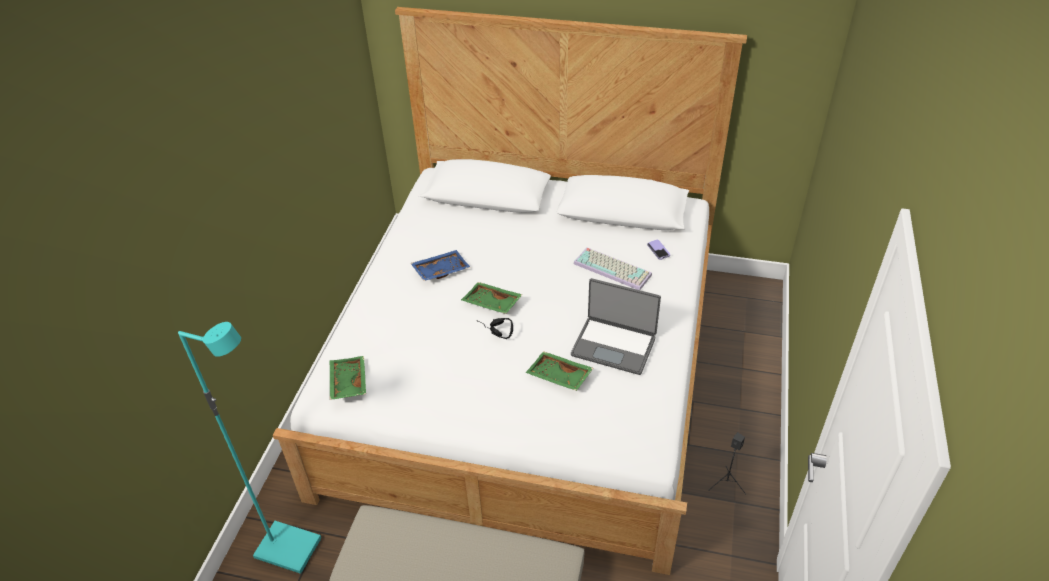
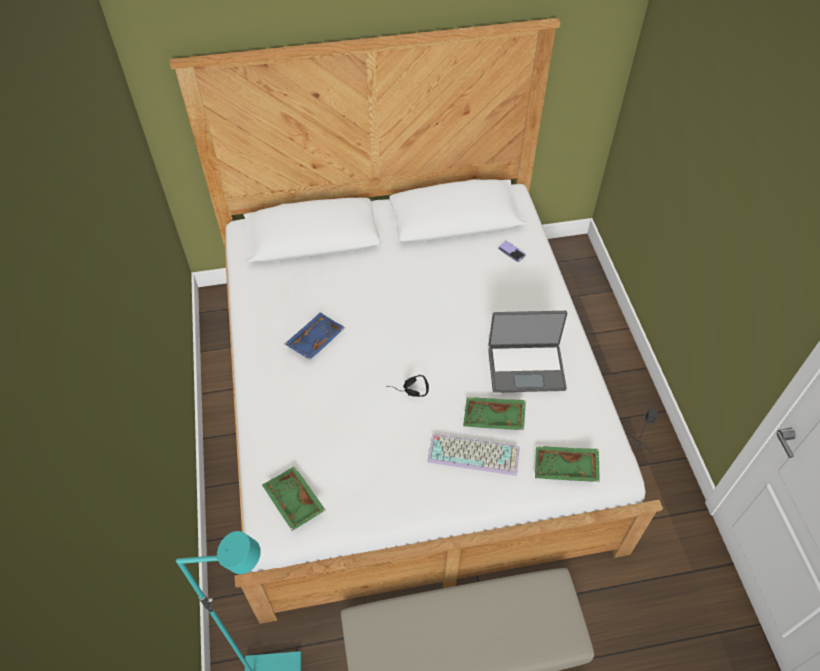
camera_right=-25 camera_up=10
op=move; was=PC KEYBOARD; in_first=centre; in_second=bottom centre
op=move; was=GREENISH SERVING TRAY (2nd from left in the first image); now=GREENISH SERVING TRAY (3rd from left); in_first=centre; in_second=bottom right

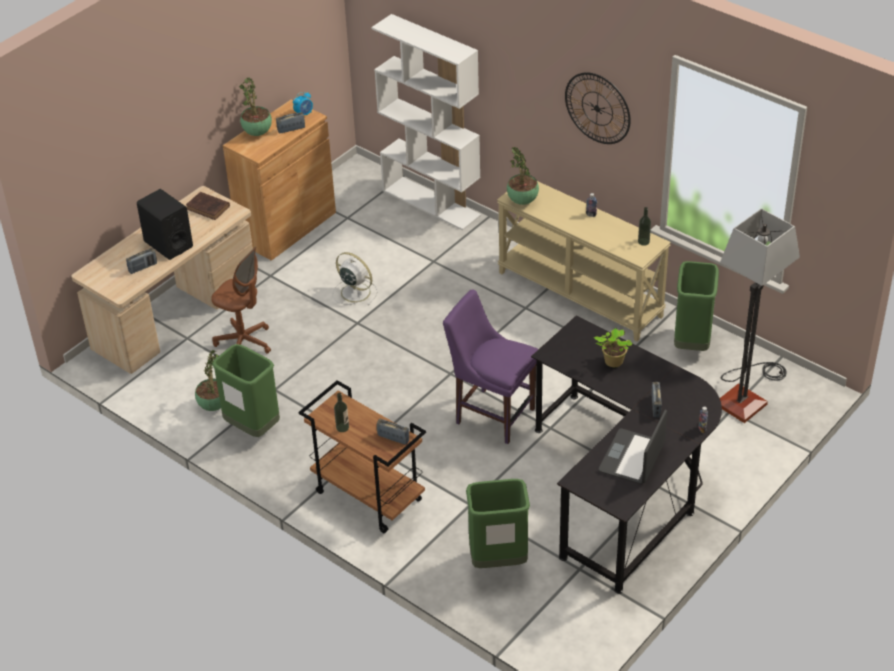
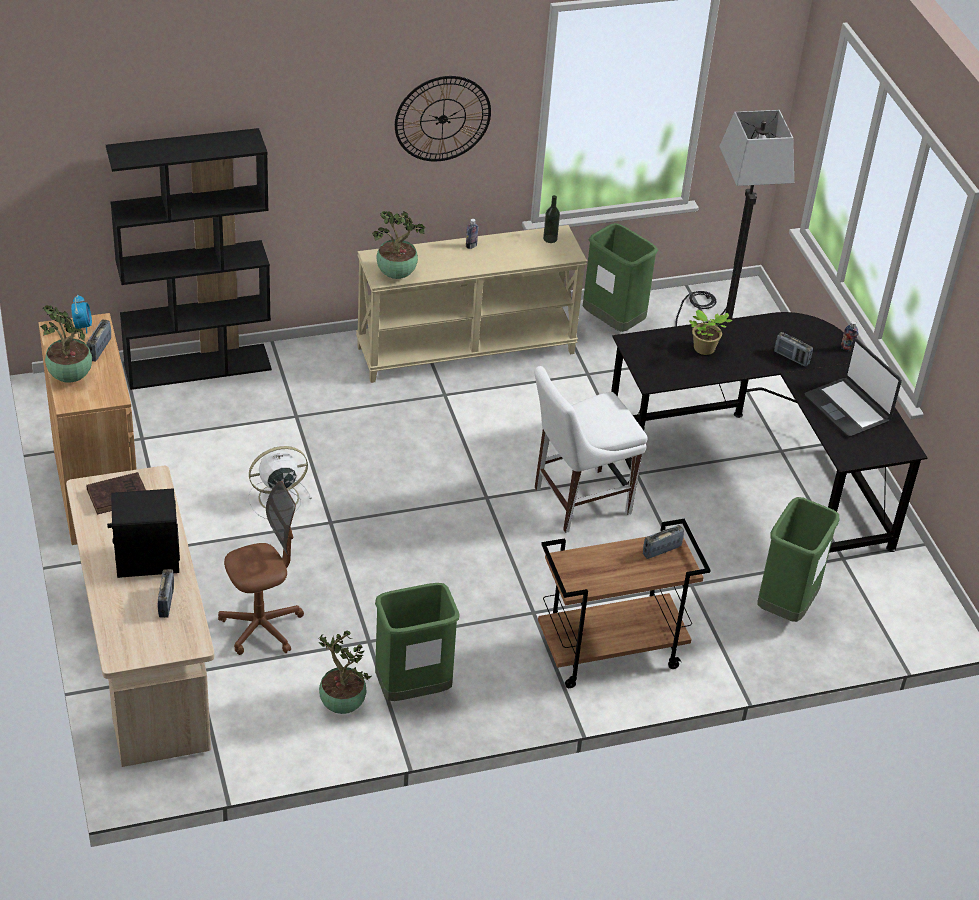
camera_right=-60 camera_up=0
op=recolor; was=WHITE-COLOURED SHELVING UNIT; now=BLACKISH SHELVING UNIT; in_first=top centre; in_second=top left
op=recolor; was=PURPLE CHAIR; now=WHITE-COLOURED CHAIR; in_first=centre; in_second=centre
op=delete; was=BEVERAGE BOTTLE (1st from left); in_first=centre

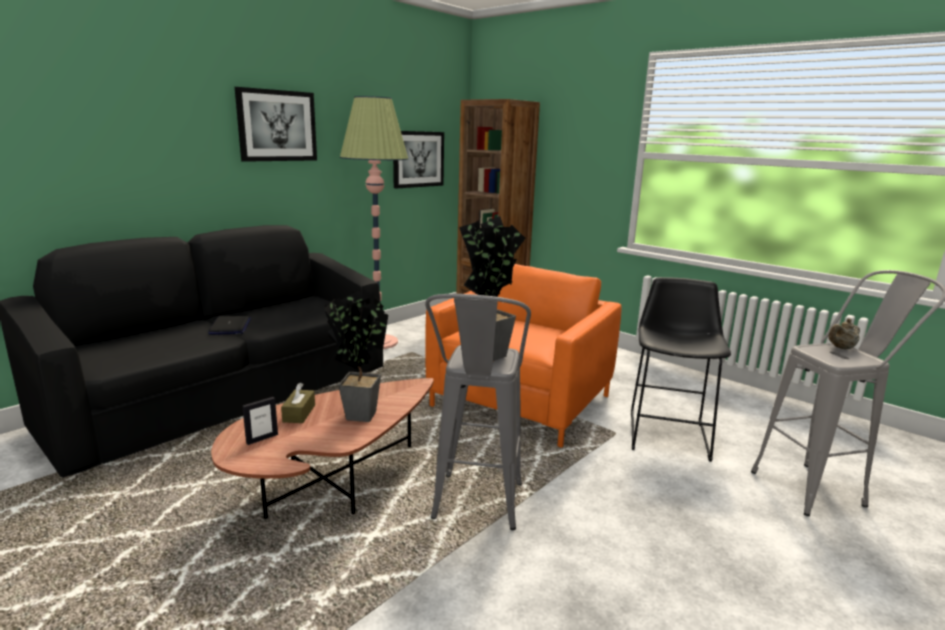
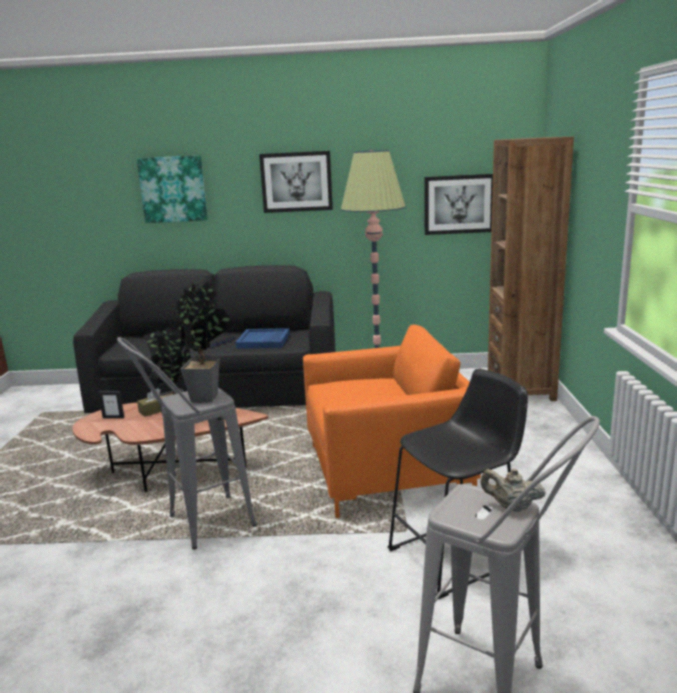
camera_right=50 camera_up=0
op=insert; now=WALL PICTURE (1st from left); in_second=top left
op=insert; now=BLUISH SERVING TRAY; in_second=centre

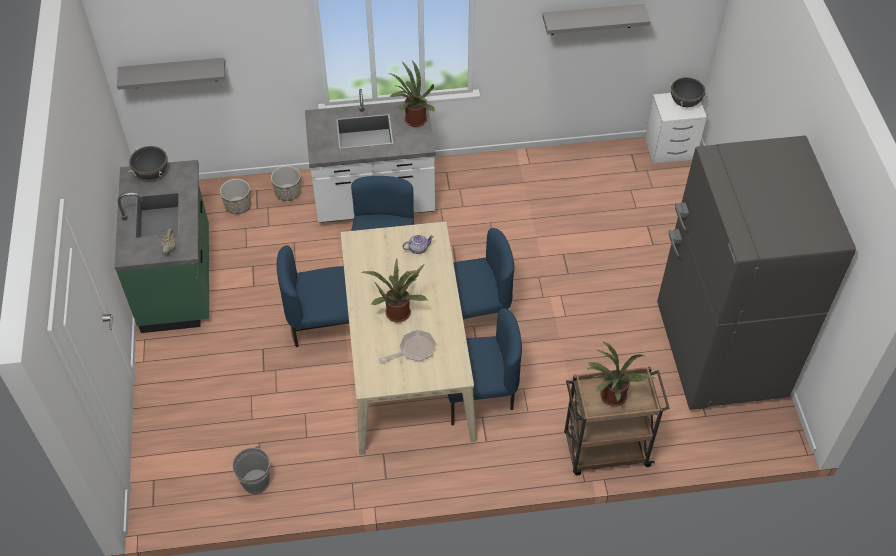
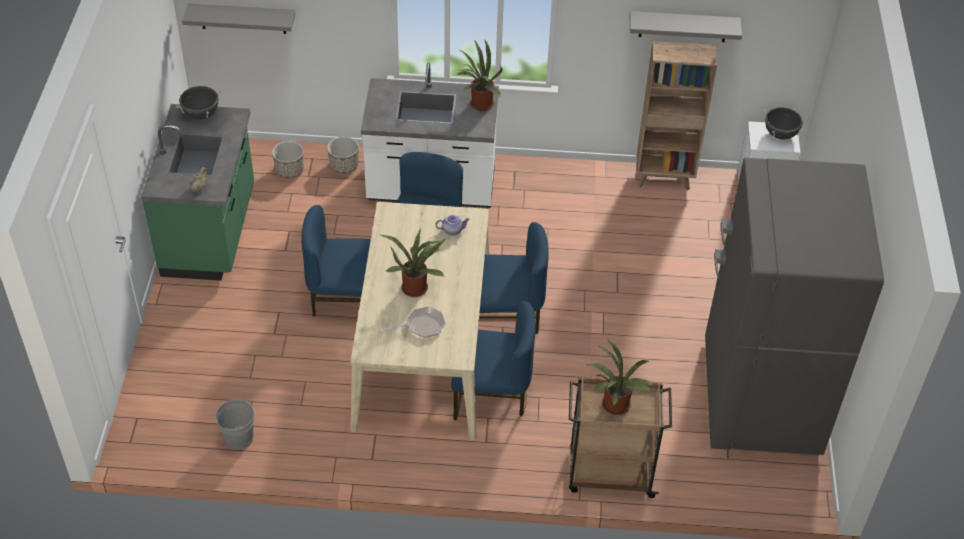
camera_right=10 camera_up=-5
op=insert; now=BROWN SHELVING UNIT; in_second=top right

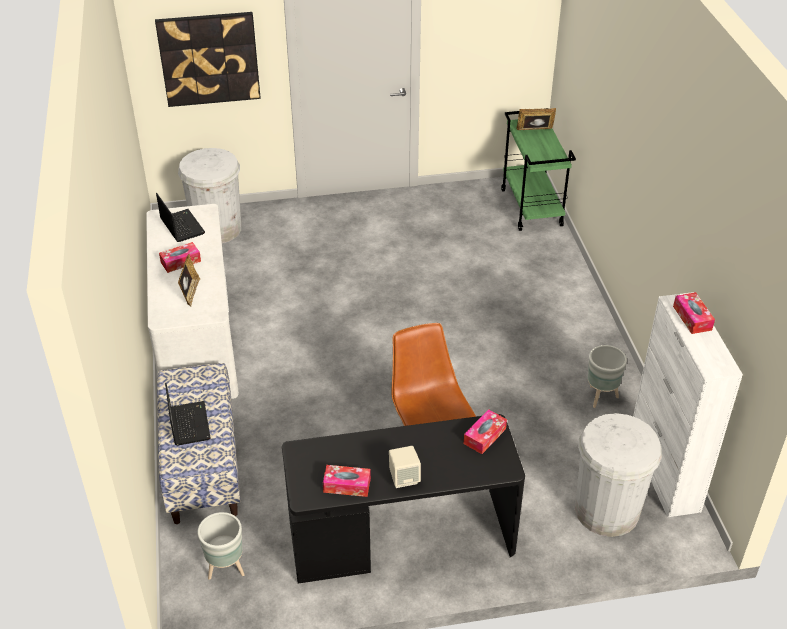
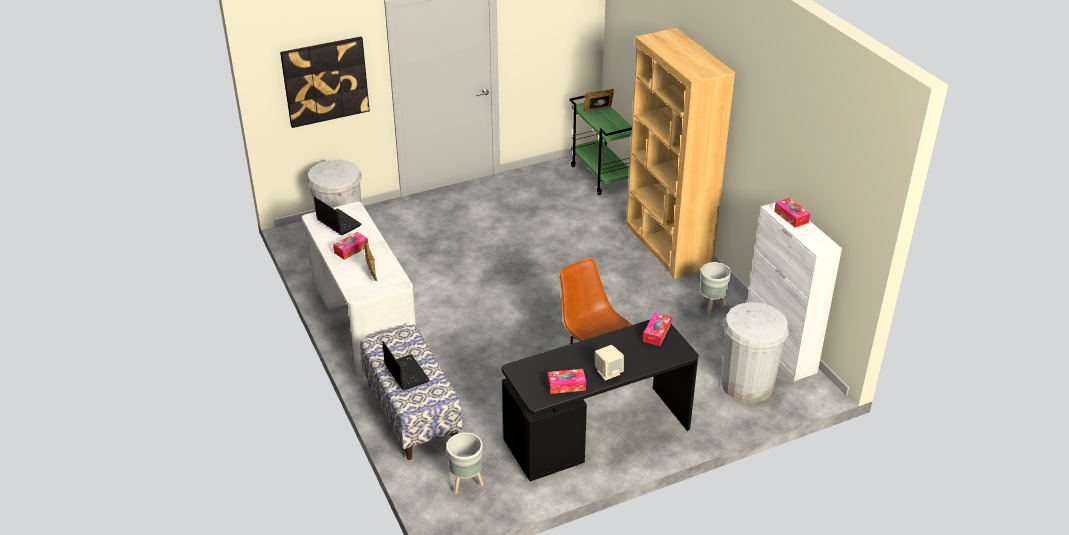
camera_right=-15 camera_up=-5
op=insert; now=BROWN SHELVING UNIT; in_second=top centre

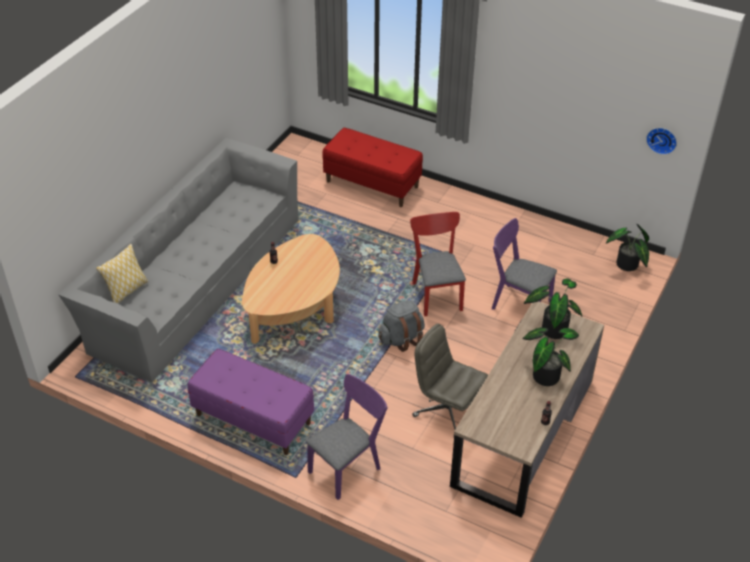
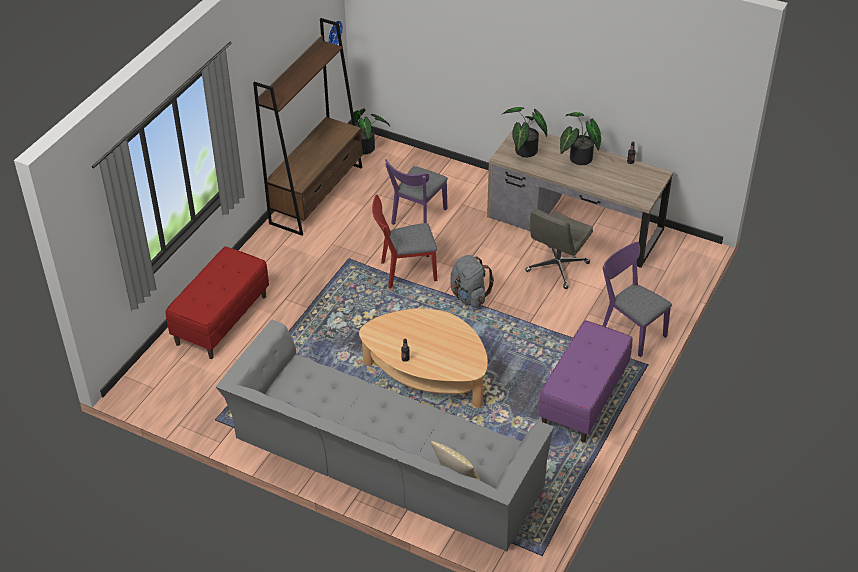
camera_right=-90 camera_up=0
op=insert; now=BROWN SHELVING UNIT; in_second=top centre

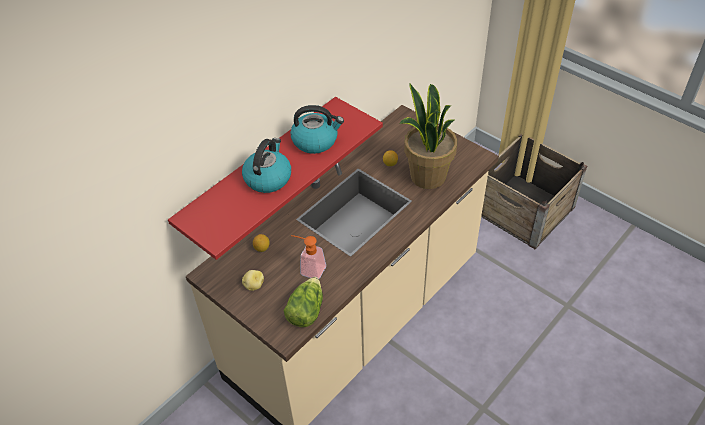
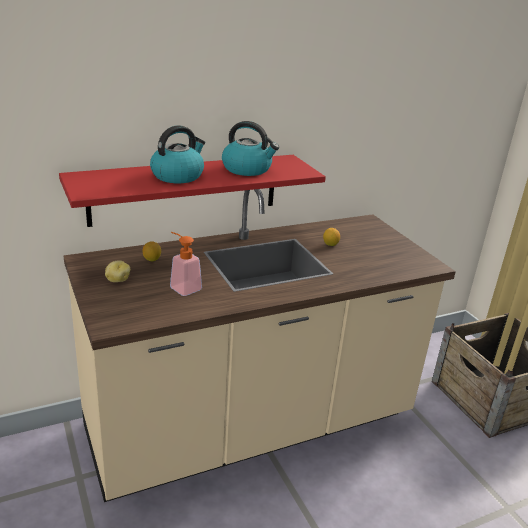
camera_right=20 camera_up=-20
op=delete; was=HOUSEPLANT; in_first=top centre
op=delete; was=HEAD OF LETTUCE; in_first=bottom centre

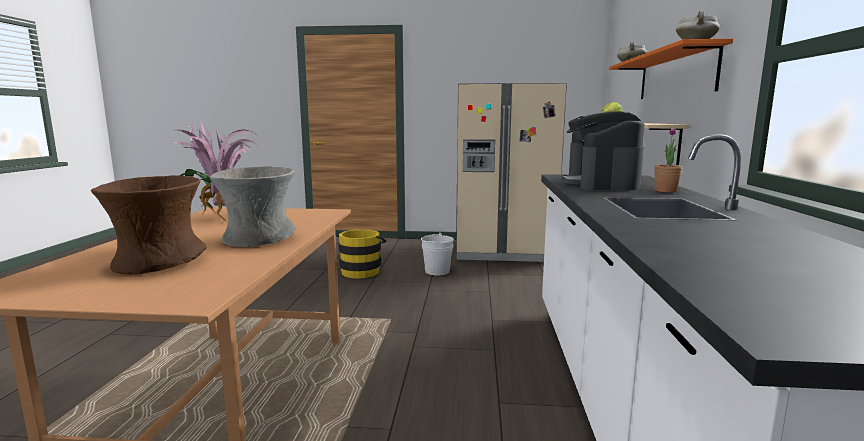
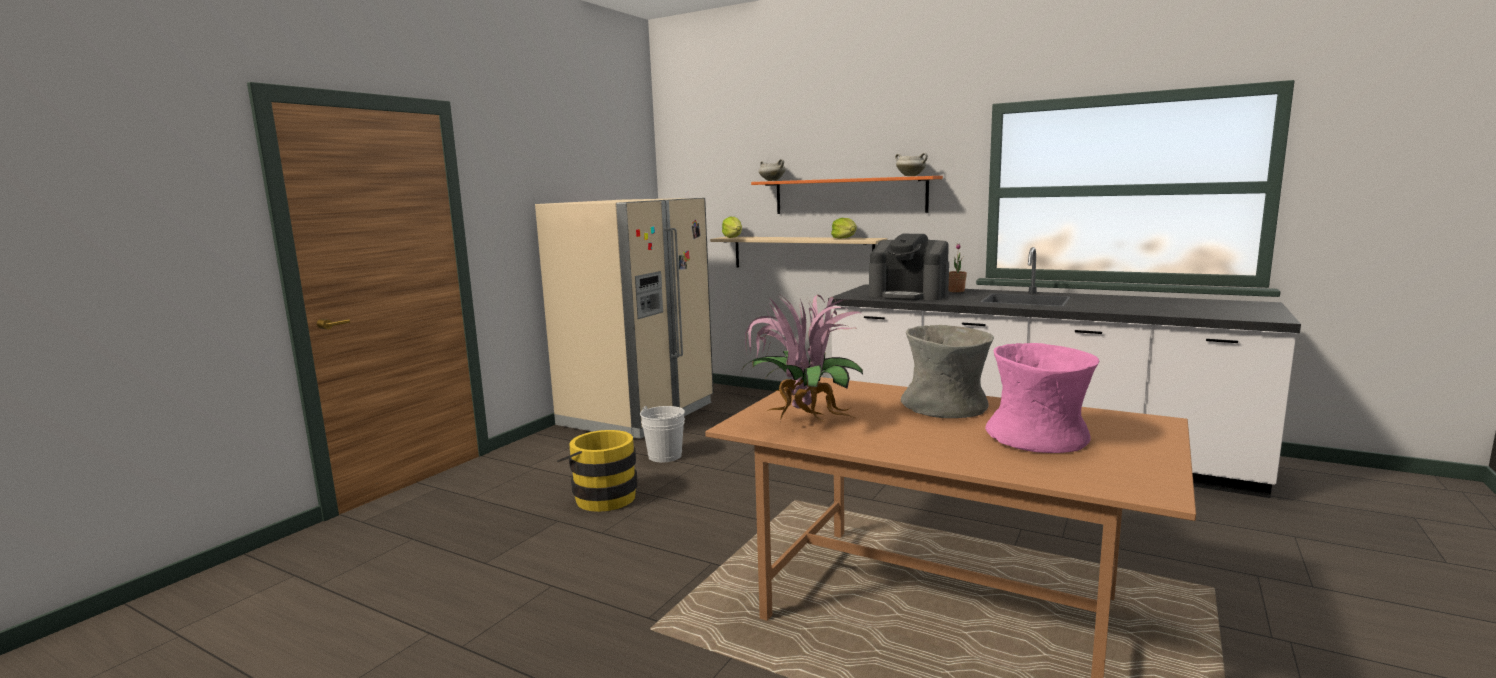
camera_right=-65 camera_up=0
op=recolor; was=BROWN VASE; now=PINK VASE; in_first=middle left; in_second=middle right
op=insert; now=HEAD OF LETTUCE (2nd from left); in_second=centre

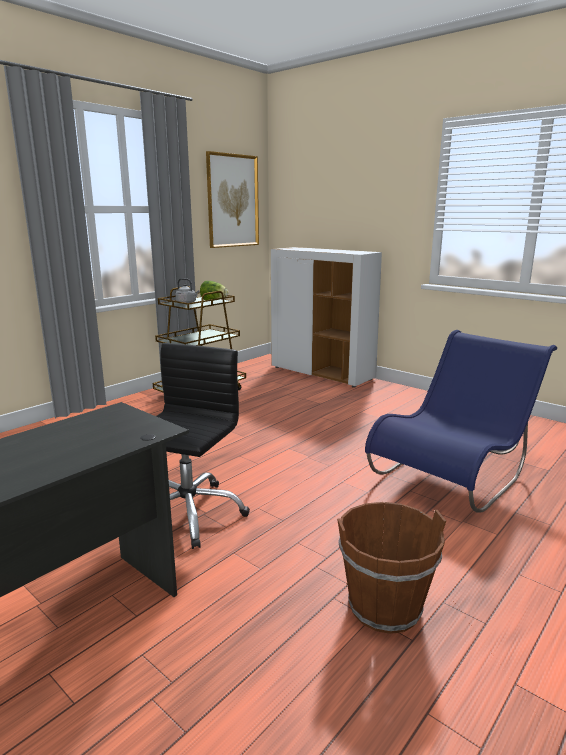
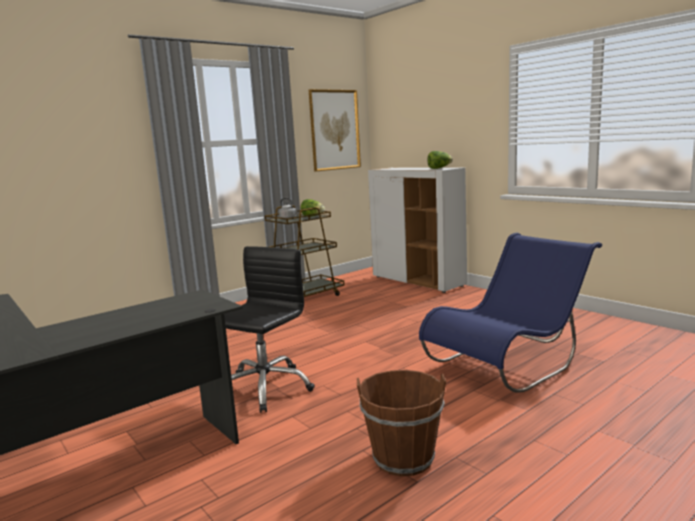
camera_right=10 camera_up=-5
op=insert; now=HEAD OF LETTUCE (2nd from left); in_second=top centre

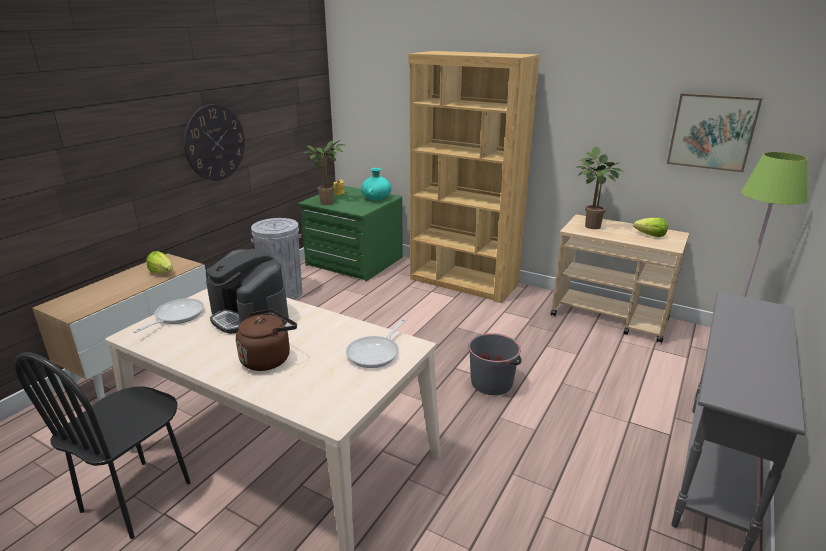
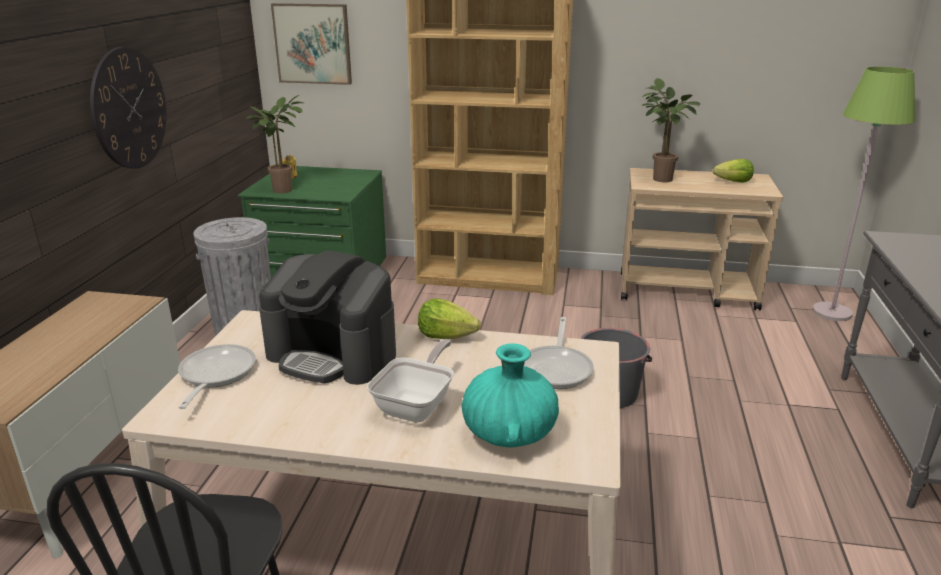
camera_right=-20 camera_up=0
op=move; was=WALL PICTURE; in_first=top right; in_second=top left
op=move; was=TURQUOISE-COLOURED VASE; in_first=centre; in_second=bottom centre
op=move; was=HEAD OF LETTUCE (1st from left); in_first=middle left; in_second=centre
op=replace; was=BROWN WATER KETTLE; now=SKILLET (2nd from left); in_first=middle left; in_second=centre

